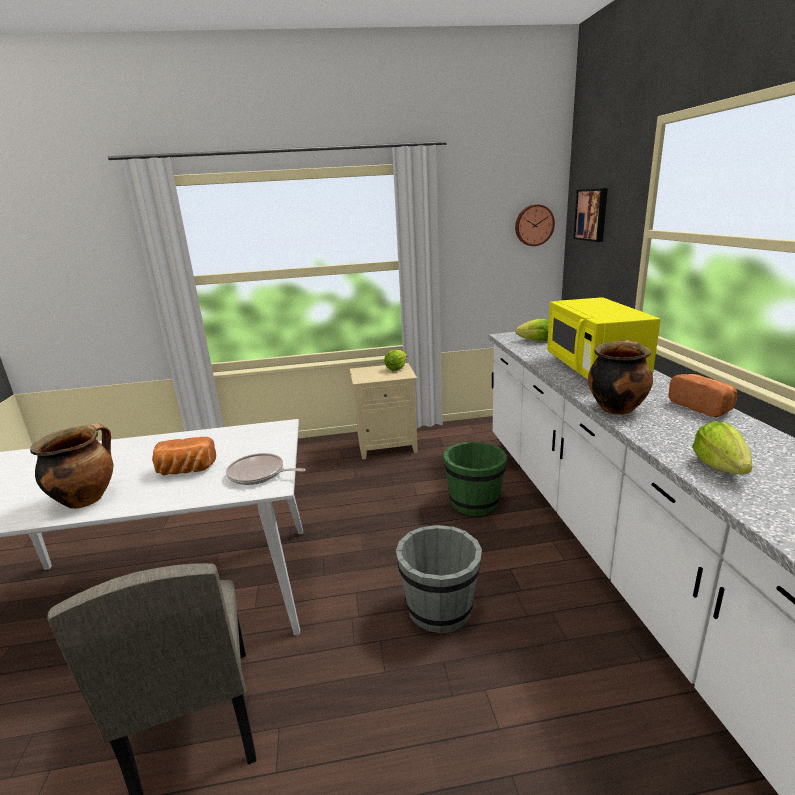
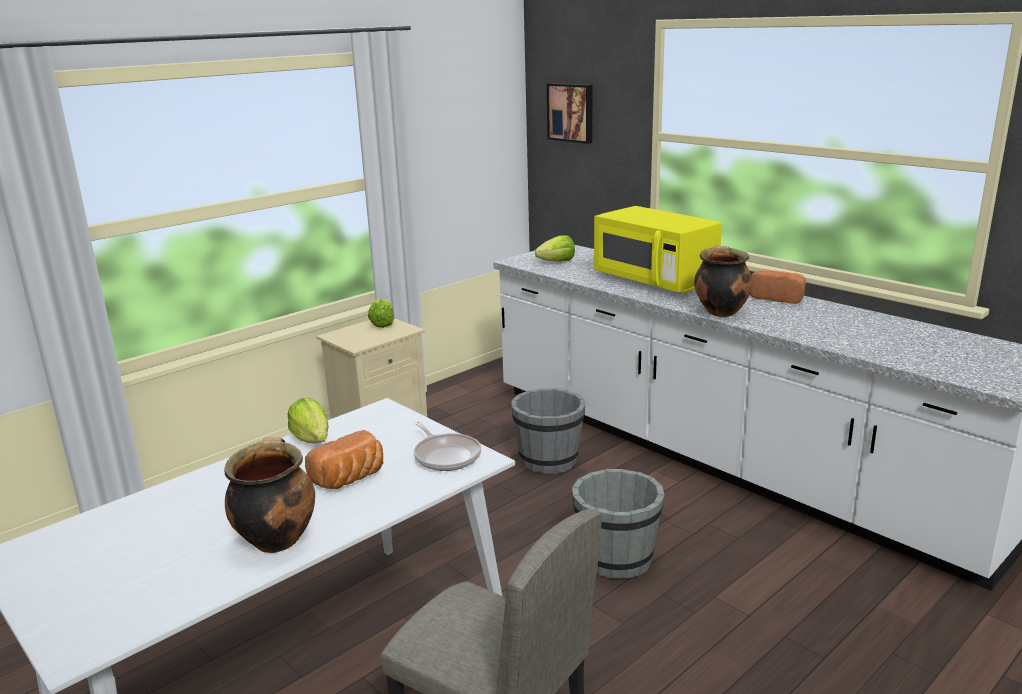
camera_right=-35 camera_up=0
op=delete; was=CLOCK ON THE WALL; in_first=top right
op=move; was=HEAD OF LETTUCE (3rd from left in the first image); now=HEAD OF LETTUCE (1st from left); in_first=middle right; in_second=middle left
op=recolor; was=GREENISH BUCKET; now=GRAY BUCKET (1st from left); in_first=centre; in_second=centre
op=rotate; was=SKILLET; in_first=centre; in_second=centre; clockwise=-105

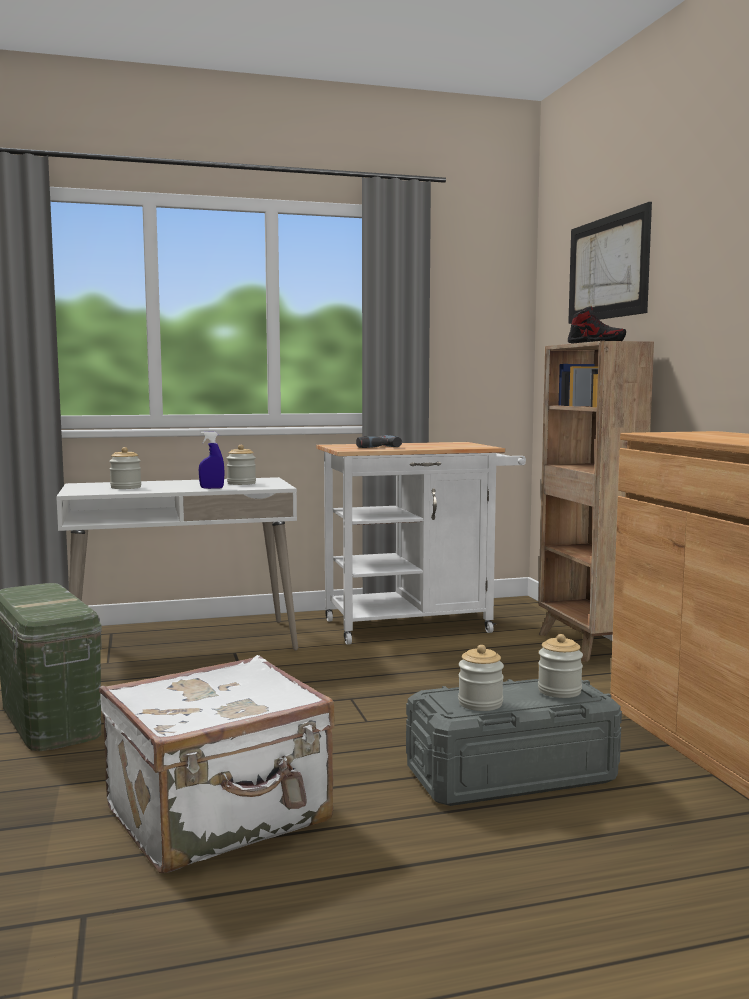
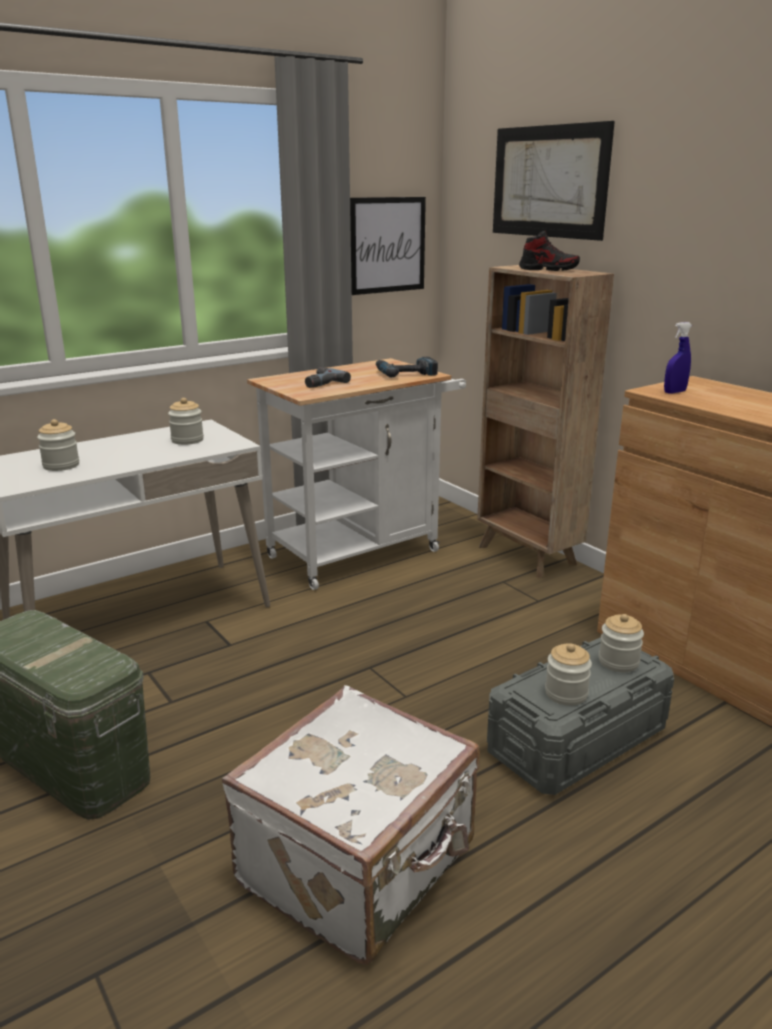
camera_right=-20 camera_up=15
op=move; was=BLUISH SPRAYER; in_first=middle left; in_second=middle right
op=insert; now=WALL PICTURE (1st from left); in_second=top centre
op=insert; now=POWER DRILL (2nd from left); in_second=centre

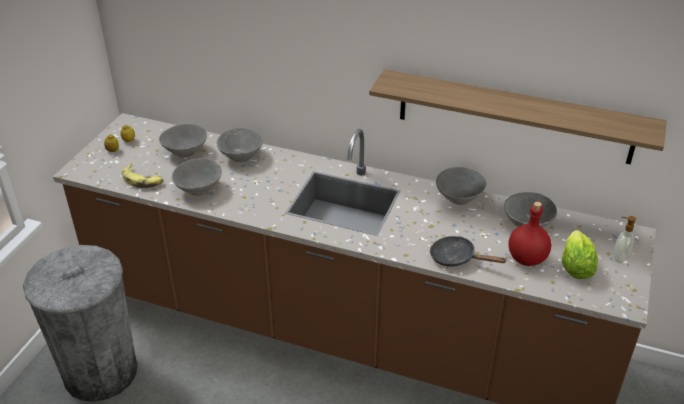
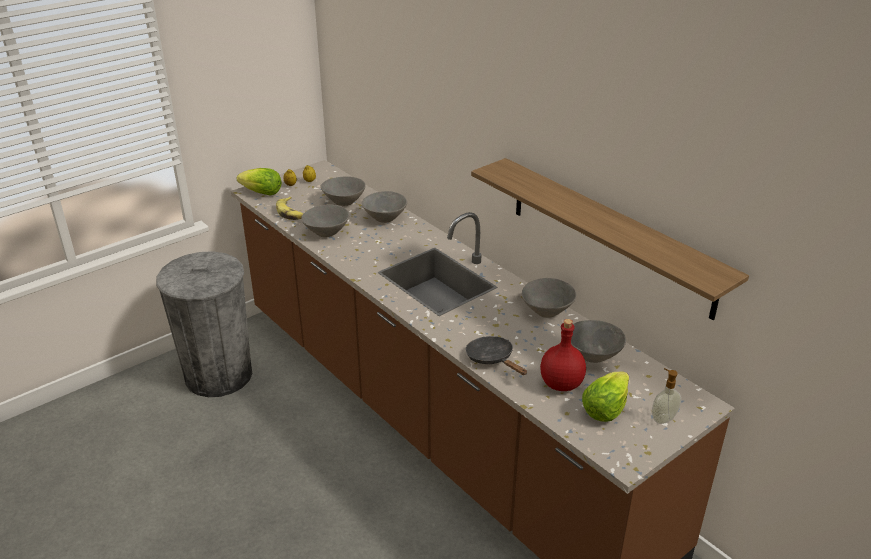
camera_right=30 camera_up=-5
op=insert; now=HEAD OF LETTUCE (1st from left); in_second=top left

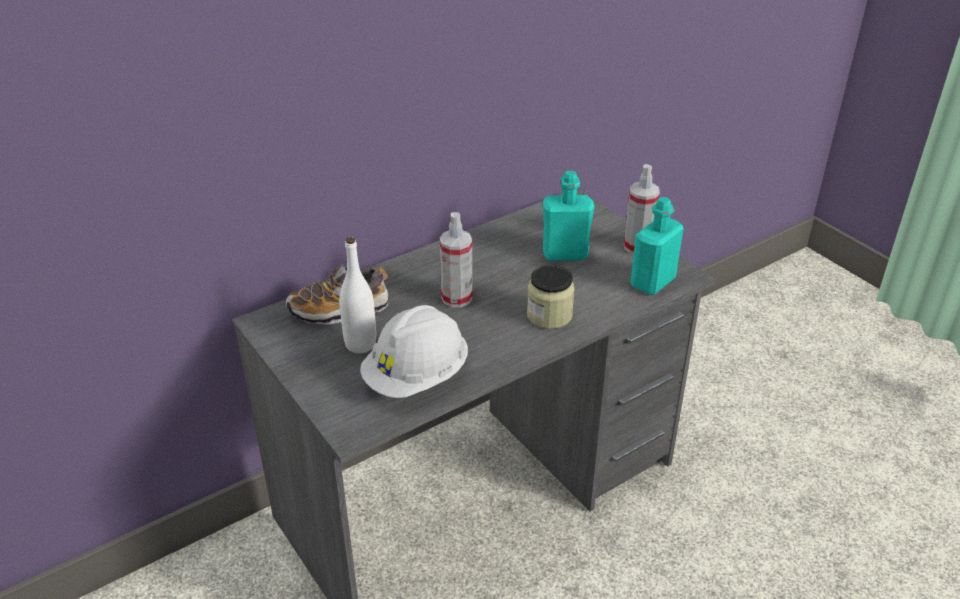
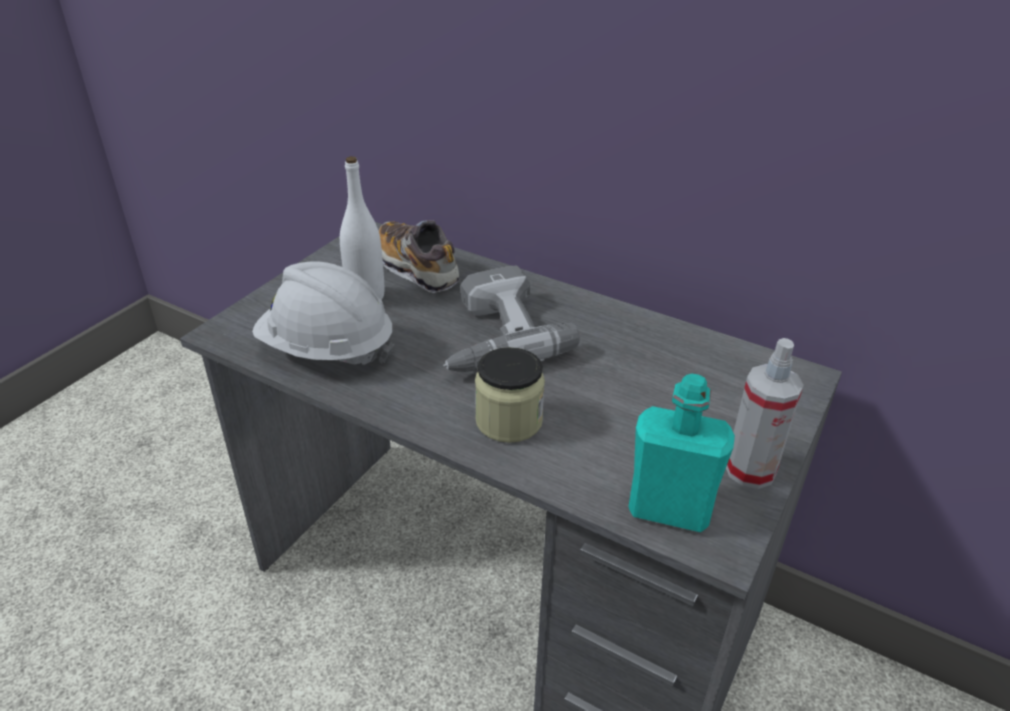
camera_right=65 camera_up=0
op=delete; was=TURQUOISE-COLOURED BEVERAGE BOTTLE (1st from left); in_first=centre
op=replace; was=SPRAYER (1st from left); now=POWER DRILL; in_first=centre; in_second=centre

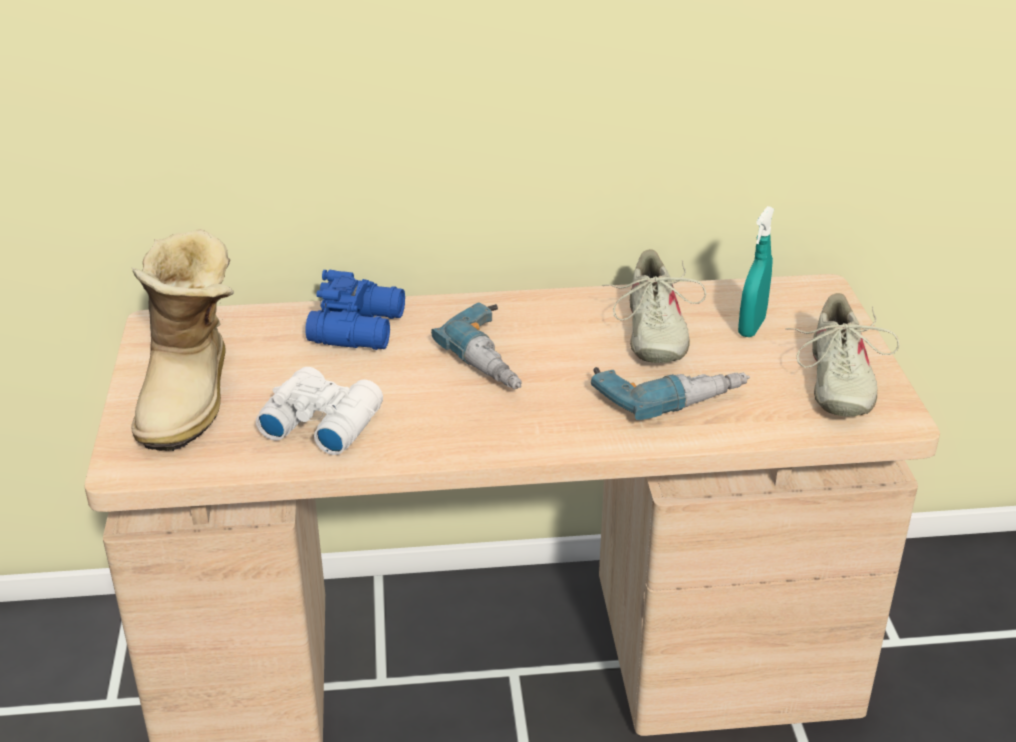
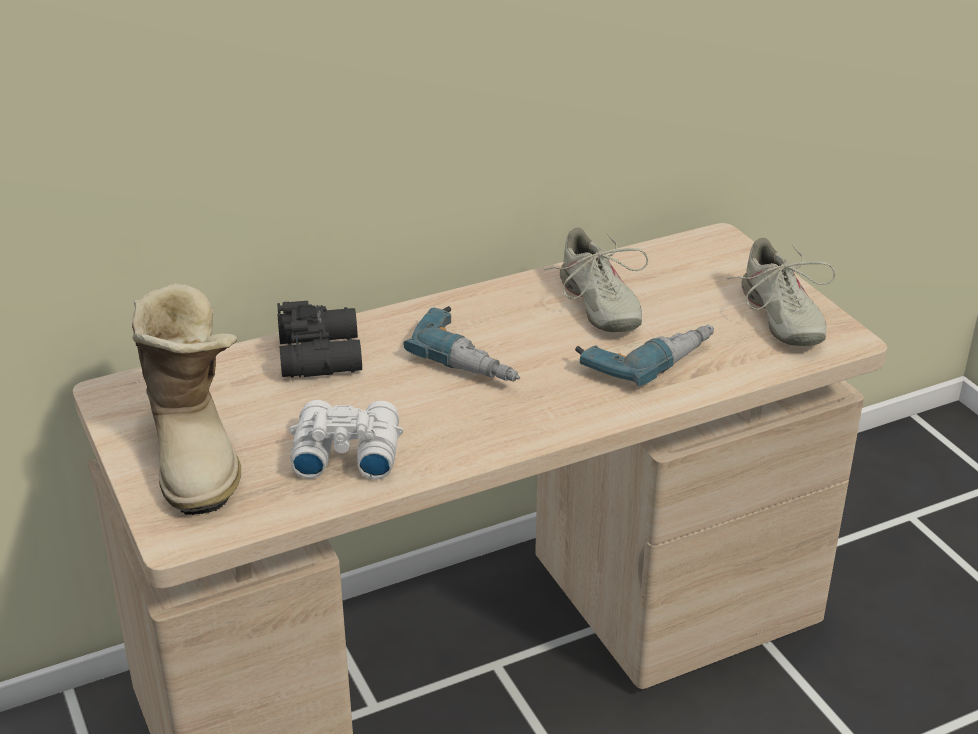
camera_right=-20 camera_up=0
op=delete; was=TURQUOISE-COLOURED SPRAYER; in_first=middle right
op=recolor; was=BLUISH BINOCULARS; now=BLACKISH BINOCULARS; in_first=centre; in_second=middle left

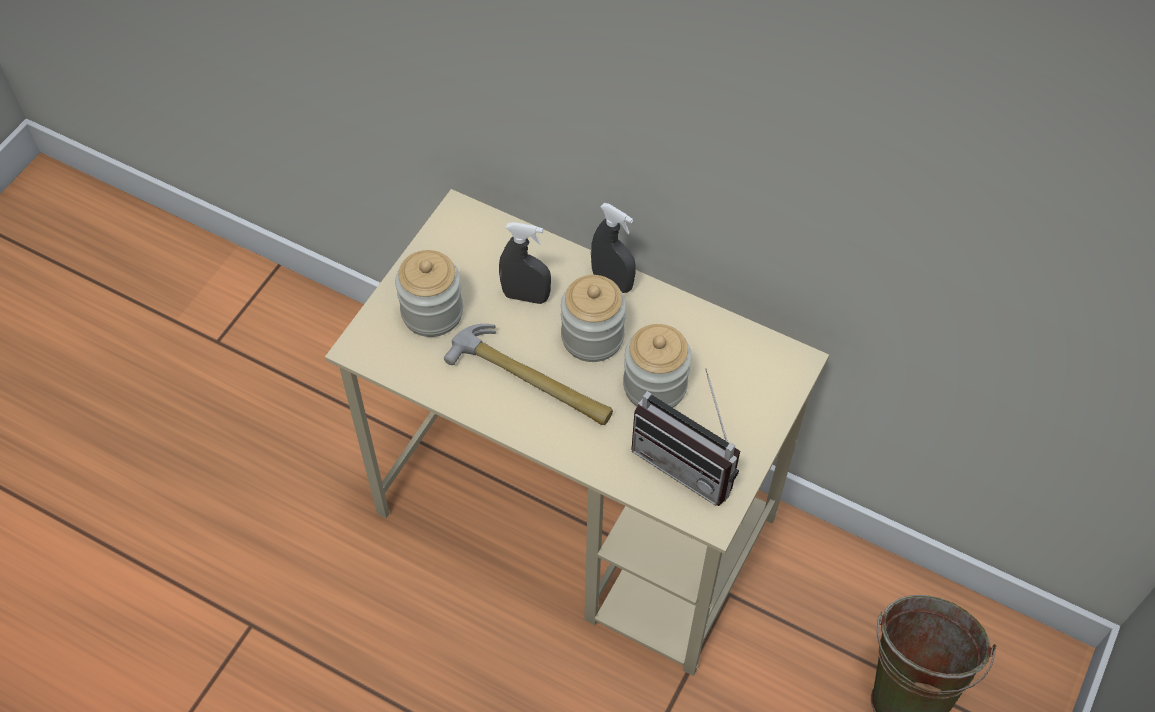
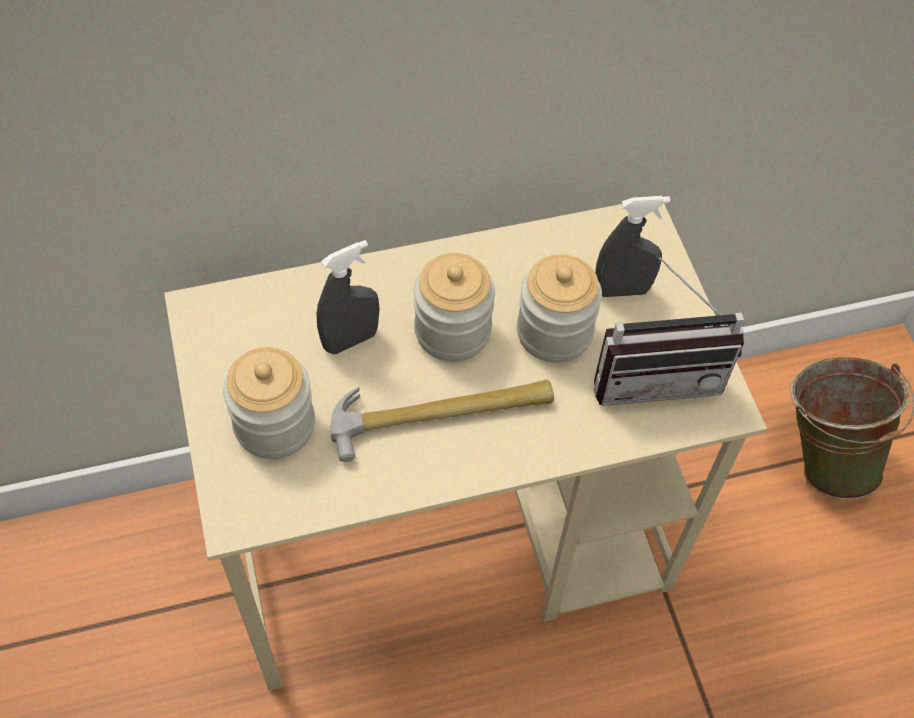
camera_right=-45 camera_up=0
op=move; was=GRAY SPRAYER (2nd from left); in_first=centre; in_second=middle right

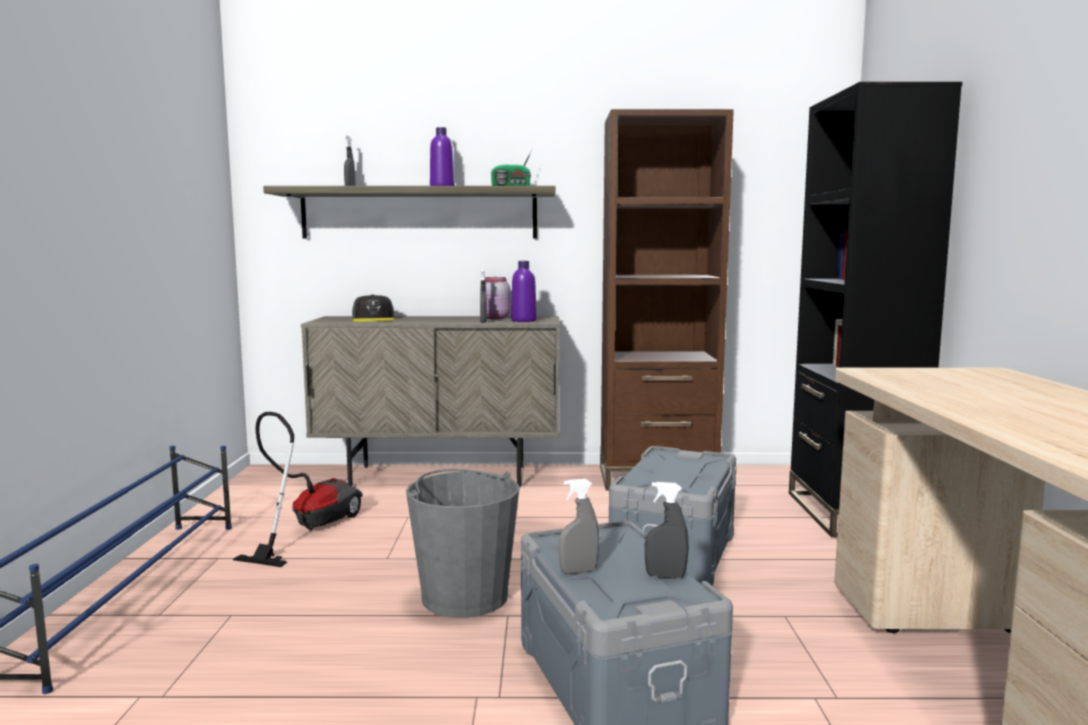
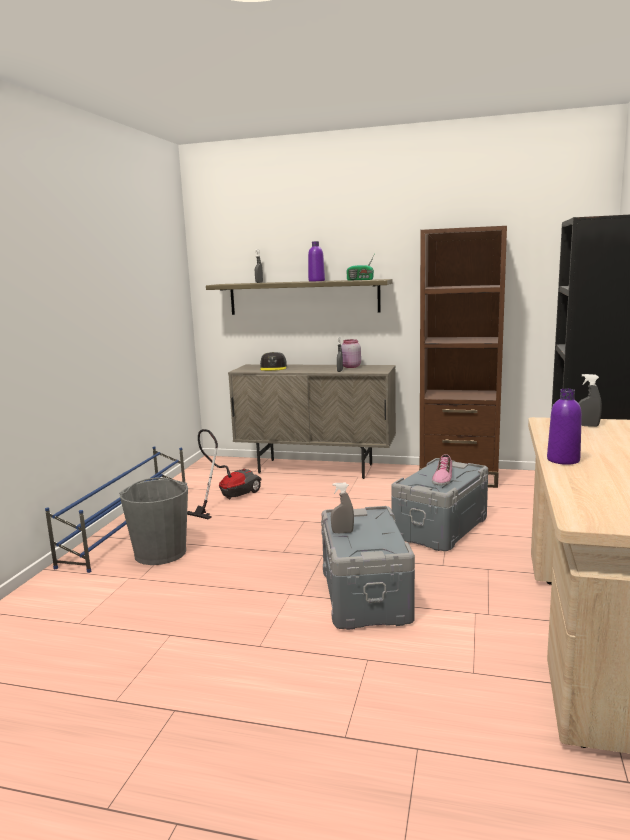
camera_right=15 camera_up=5
op=move; was=PURPLE BEVERAGE BOTTLE (2nd from left); in_first=centre; in_second=middle right
op=move; was=GRAY BUCKET; in_first=bottom centre; in_second=middle left
op=move; was=GRAY SPRAYER (4th from left); in_first=bottom centre; in_second=middle right
op=insert; now=SHOE; in_second=middle right

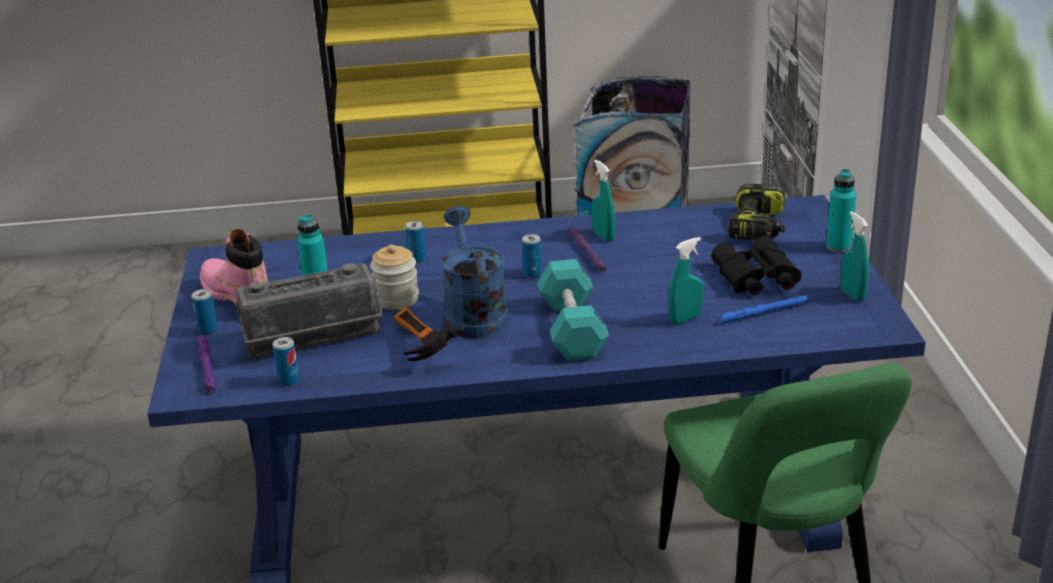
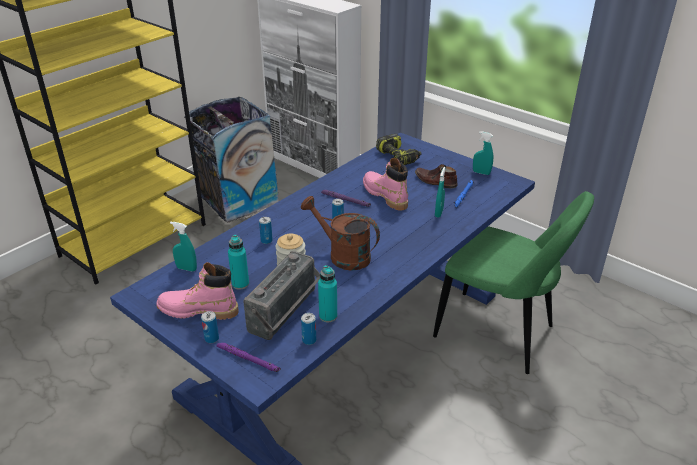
camera_right=-45 camera_up=5
op=move; was=TURQUOISE-COLOURED SPRAYER (1st from left); in_first=centre; in_second=middle left
op=move; was=TURQUOISE-COLOURED BEVERAGE BOTTLE (2nd from left); in_first=middle right; in_second=centre
op=recolor; was=BLUISH WATERING CAN; now=BROWN WATERING CAN; in_first=centre; in_second=centre
op=replace; was=BLACKISH BINOCULARS; now=BROWN SHOE; in_first=middle right; in_second=centre
op=delete; was=TURQUOISE-COLOURED DUMBBELL; in_first=centre
op=delete; was=HAMMER; in_first=centre
op=insert; now=PINK TALL BOOT (2nd from left); in_second=centre

